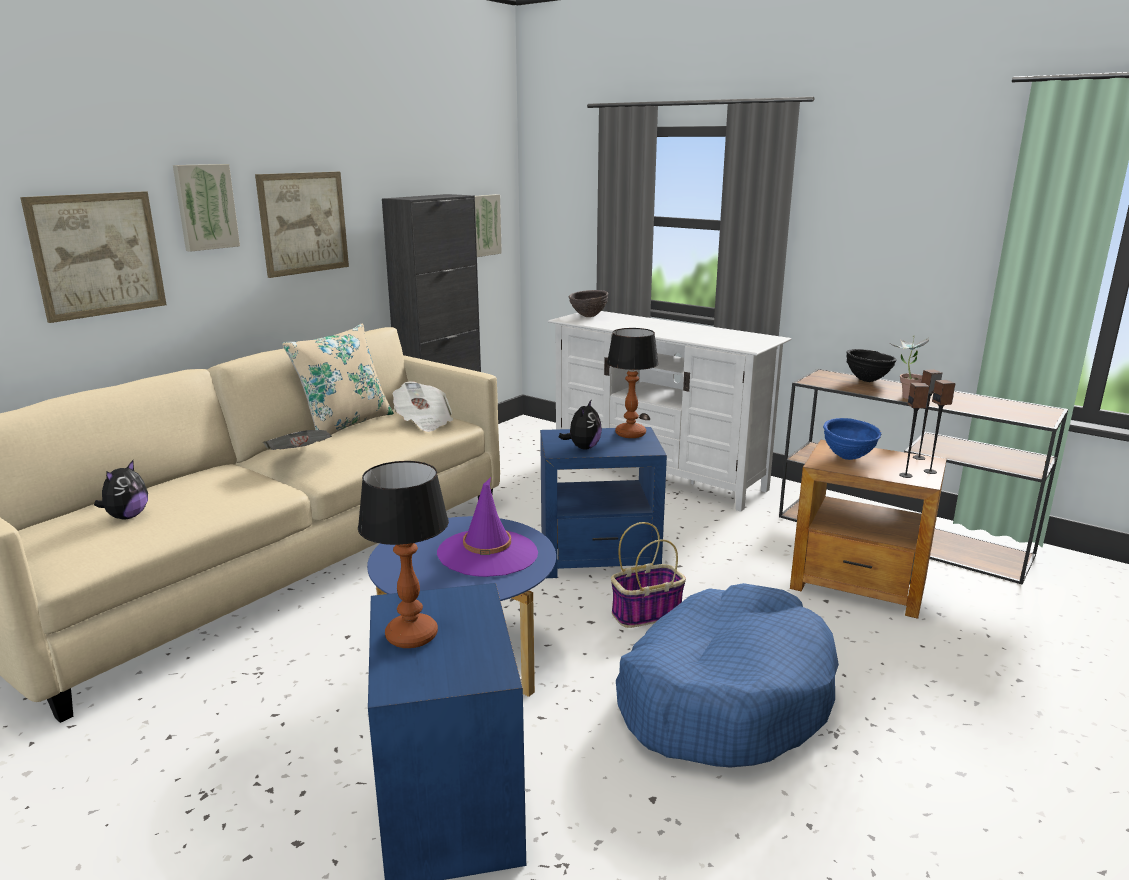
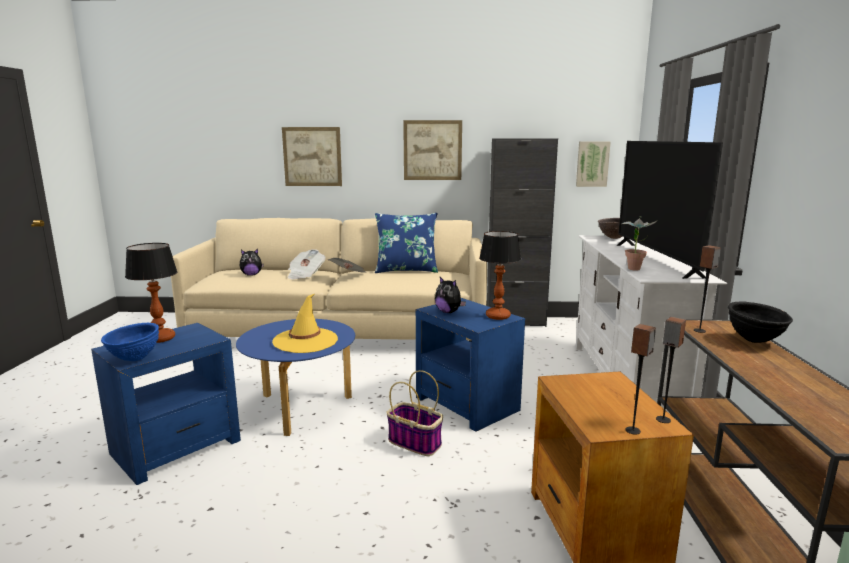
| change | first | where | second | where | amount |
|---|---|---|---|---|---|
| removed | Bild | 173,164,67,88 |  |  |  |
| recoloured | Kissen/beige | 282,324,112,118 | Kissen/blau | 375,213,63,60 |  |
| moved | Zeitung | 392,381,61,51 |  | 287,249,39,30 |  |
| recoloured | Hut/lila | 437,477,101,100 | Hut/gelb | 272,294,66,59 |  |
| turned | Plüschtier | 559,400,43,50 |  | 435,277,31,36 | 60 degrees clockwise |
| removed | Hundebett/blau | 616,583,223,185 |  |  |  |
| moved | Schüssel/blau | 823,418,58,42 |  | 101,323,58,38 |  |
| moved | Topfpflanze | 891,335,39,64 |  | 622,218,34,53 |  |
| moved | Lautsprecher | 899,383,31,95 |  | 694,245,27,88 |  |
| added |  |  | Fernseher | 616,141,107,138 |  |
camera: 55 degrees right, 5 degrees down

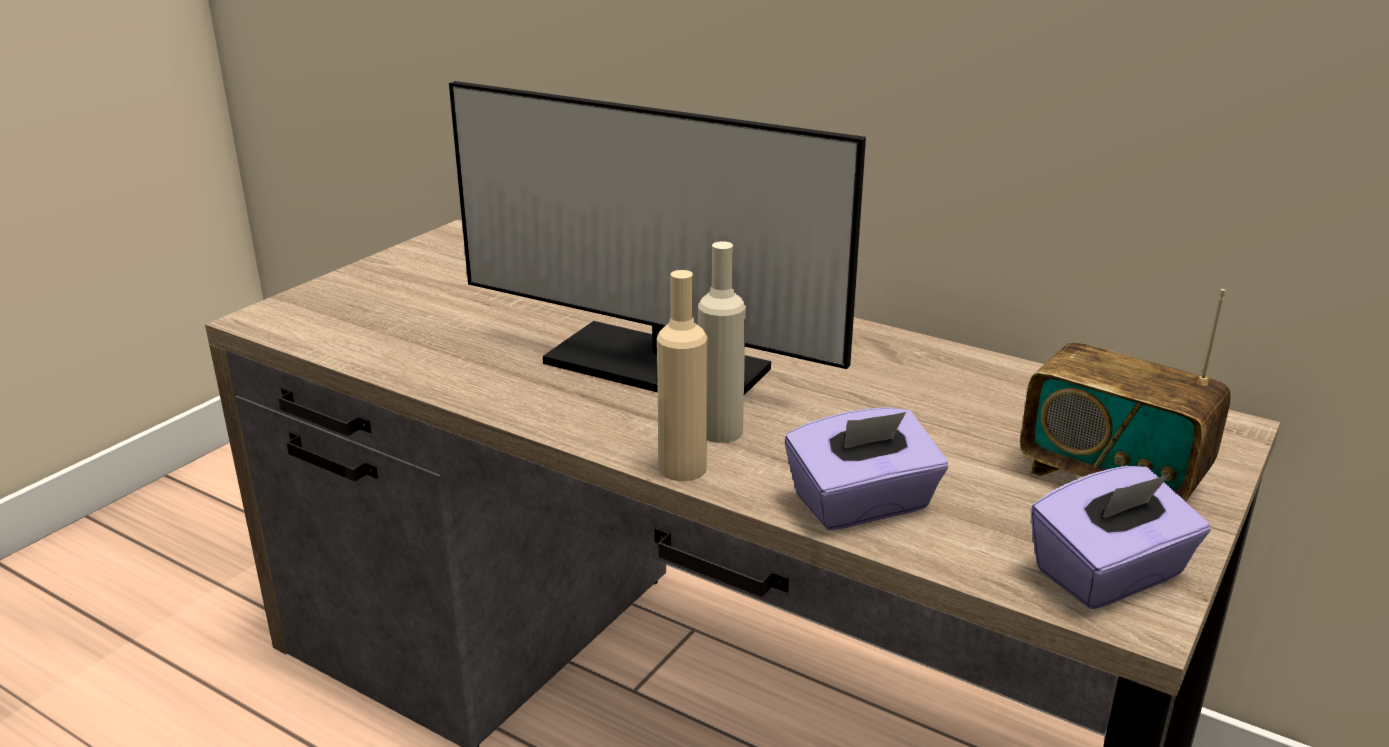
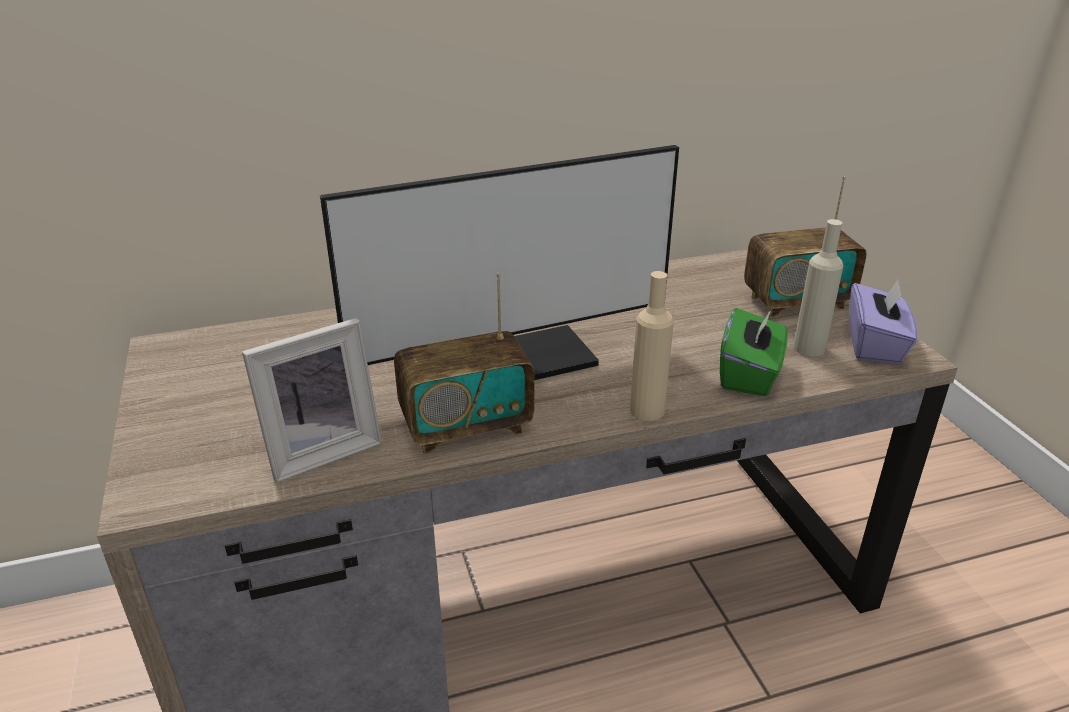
| change | first | where | second | where | amount |
|---|---|---|---|---|---|
| moved | Flasche/beige | 698,241,48,202 |  | 793,219,51,137 |  |
| recoloured | Taschentuchbox/lila | 785,407,163,123 | Taschentuchbox/grün | 720,308,68,88 |  |
| added |  |  | Bilderrahmen | 242,318,140,164 |  |
| added |  |  | Radio | 394,273,140,181 |  |
camera: 50 degrees left, 5 degrees up

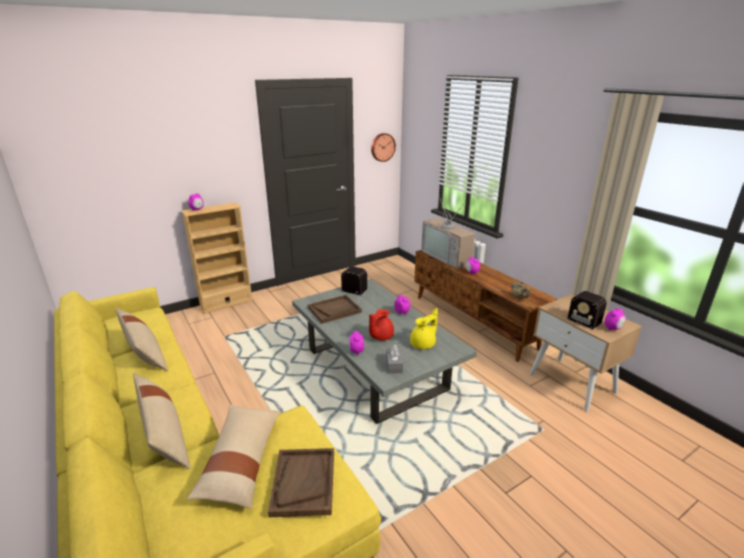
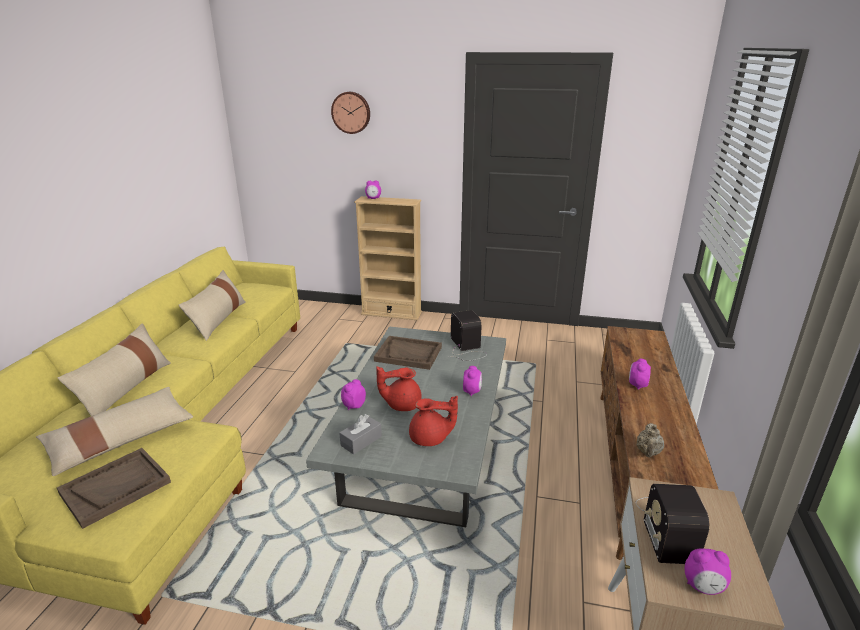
| change | first | where | second | where | amount |
|---|---|---|---|---|---|
| moved | Wanduhr | 371,133,25,29 |  | 331,92,39,42 |  |
| recoloured | Teekanne/gelb | 410,308,28,41 | Teekanne/rot | 409,396,49,50 |  |
| removed | Fernseher | 421,199,54,71 |  |  |  |
camera: 45 degrees right, 0 degrees up

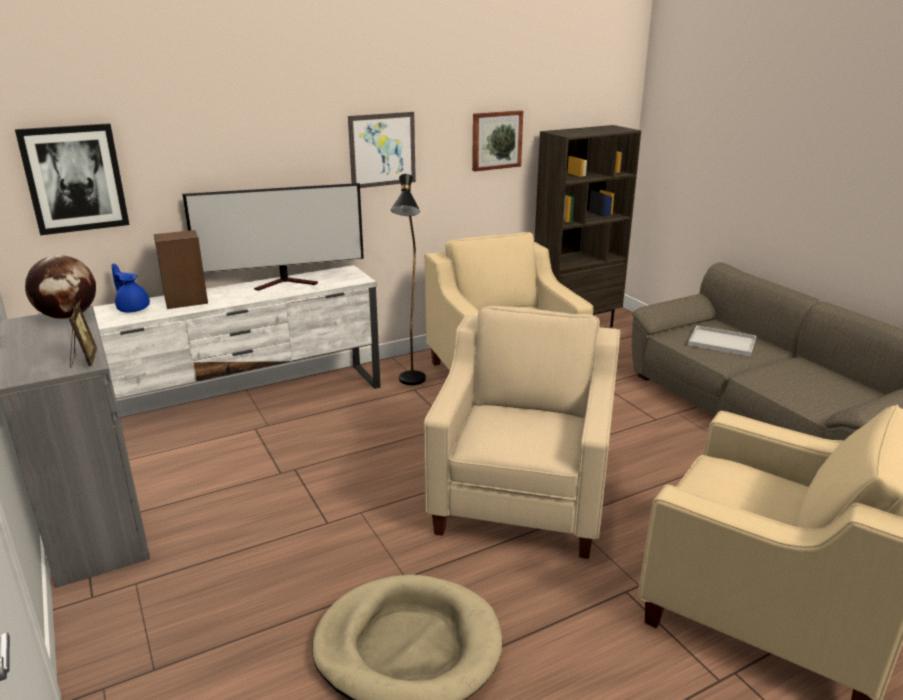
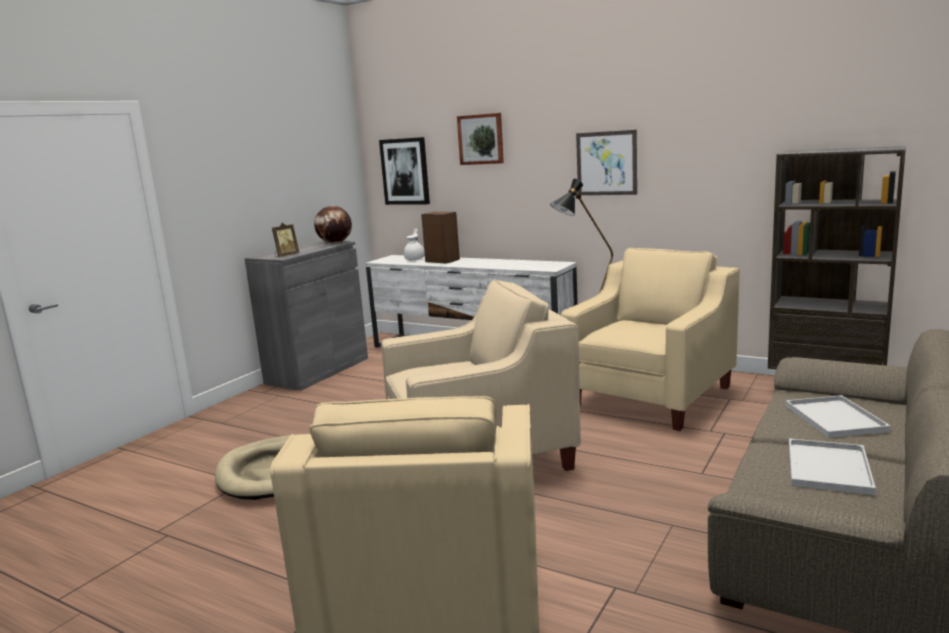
| change | first | where | second | where | amount |
|---|---|---|---|---|---|
| recoloured | Teekanne/blau | 112,264,38,48 | Teekanne/weiß | 404,228,21,32 |  |
| removed | Fernseher | 183,183,181,108 |  |  |  |
| moved | Bild | 472,110,51,61 |  | 457,113,47,52 |  |
| added |  |  | Tablett/weiß | 789,438,87,57 |  |
camera: 60 degrees right, 10 degrees down

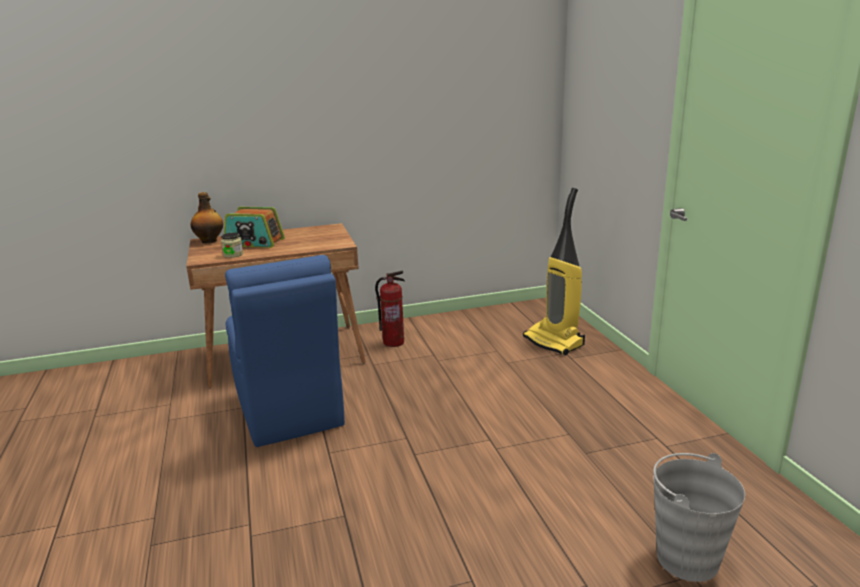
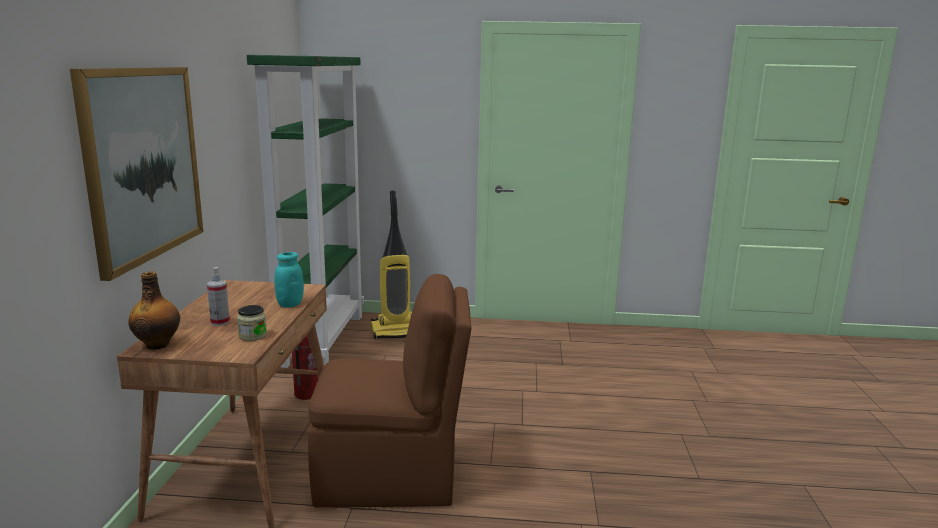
| change | first | where | second | where | amount |
|---|---|---|---|---|---|
| replaced | Radio | 224,207,61,41 | Sprühflasche | 207,267,23,59 |  |
| recoloured | Stuhl/blau | 225,255,120,192 | Stuhl/braun | 308,274,163,234 |  |
| removed | Eimer/grau | 653,453,92,129 |  |  |  |
| added |  |  | Bild | 70,67,133,214 |  |
| added |  |  | Bücherregal/grün | 247,55,117,313 |  |
| added |  |  | Vorratsglas/türkis | 274,252,30,56 |  |
camera: 70 degrees left, 5 degrees down

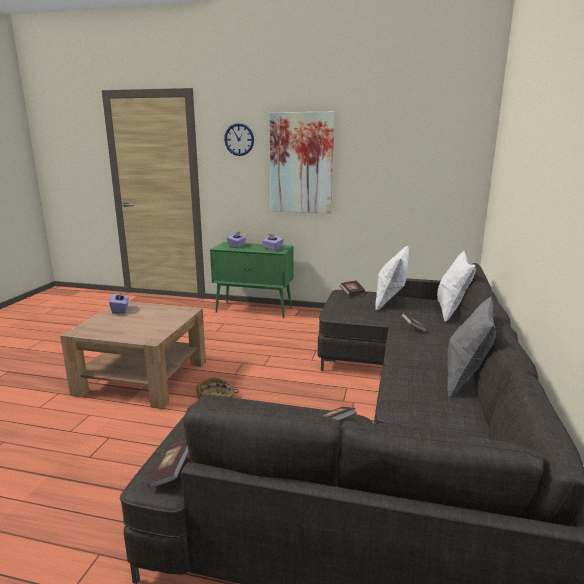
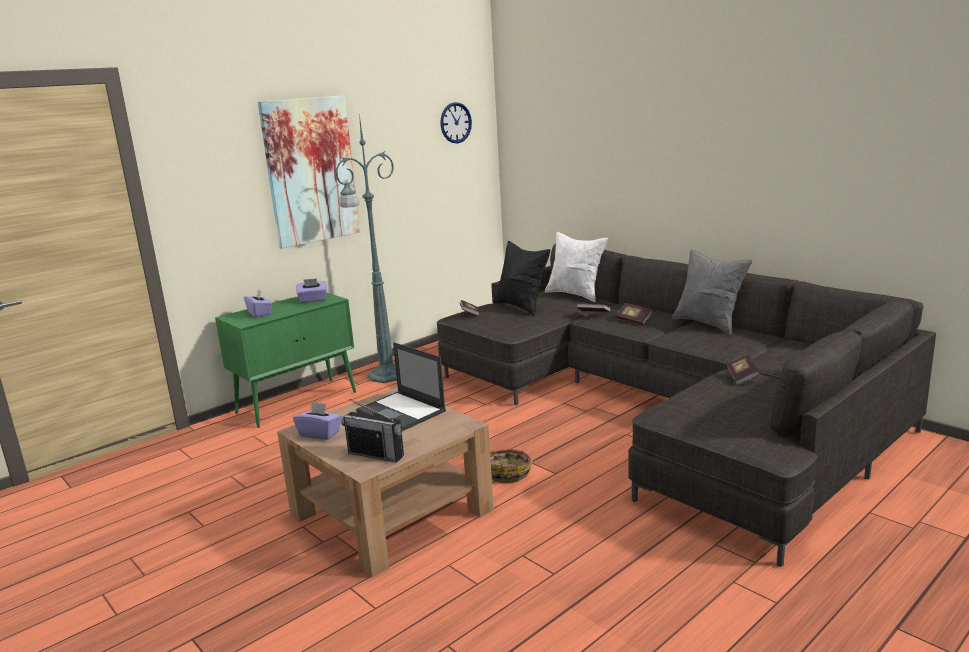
| change | first | where | second | where | amount |
|---|---|---|---|---|---|
| moved | Buch | 148,441,41,47 |  | 616,303,36,22 |  |
| moved | Wanduhr | 224,123,30,33 |  | 440,102,32,41 |  |
| recoloured | Kissen/weiß | 376,246,33,64 | Kissen/schwarz | 494,241,56,75 |  |
| added |  |  | Stehlampe/grün | 335,114,62,269 |  |
| added |  |  | Radio | 341,399,63,64 |  |
| added |  |  | Laptop | 356,342,90,89 |  |
camera: 55 degrees left, 0 degrees up

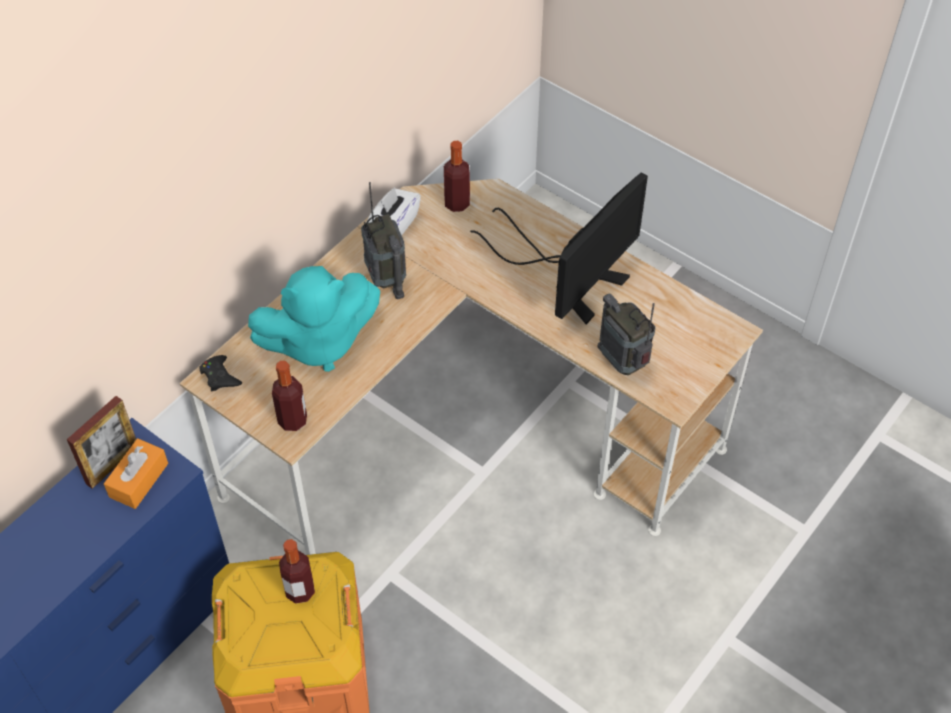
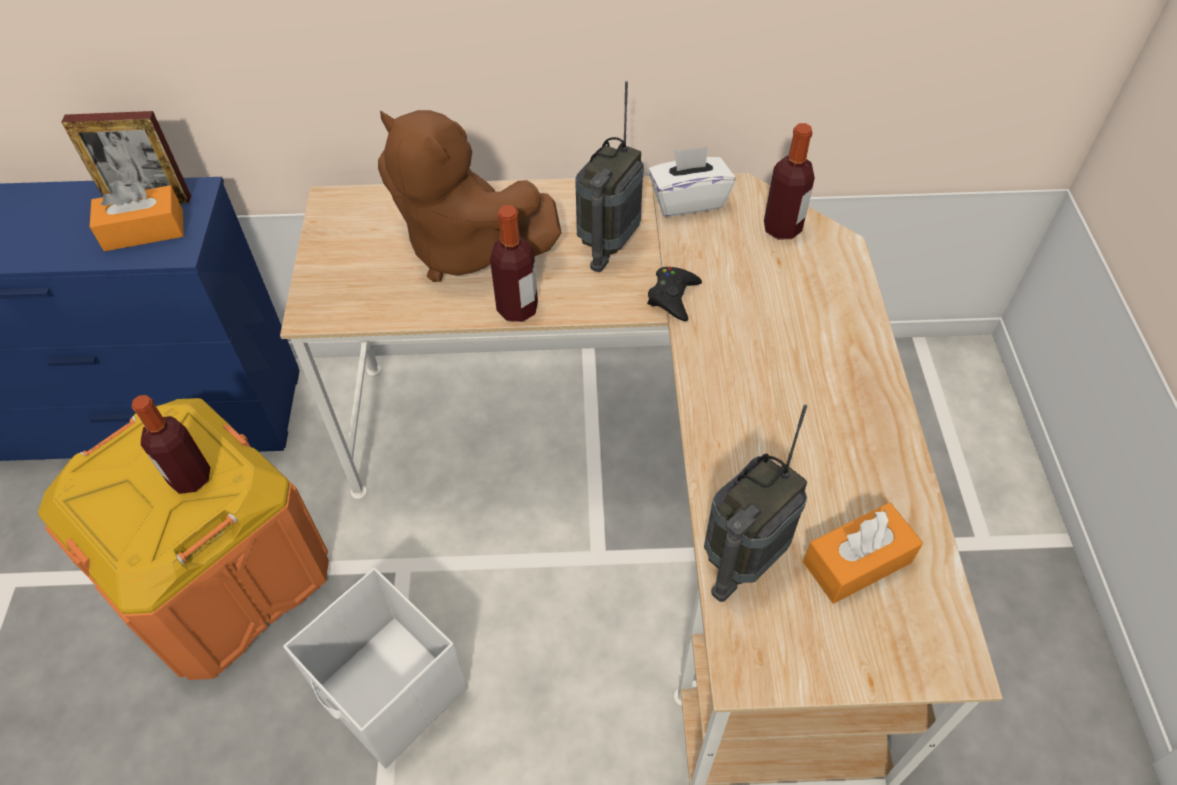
| change | first | where | second | where | amount |
|---|---|---|---|---|---|
| moved | Gamepad/schwarz | 199,355,43,37 |  | 647,267,55,54 |  |
| recoloured | Plüschtier/türkis | 248,266,132,106 | Plüschtier/braun | 378,110,184,172 |  |
| moved | Flasche | 272,361,35,70 |  | 490,205,48,117 |  |
| removed | Monitor | 470,173,178,151 |  |  |  |
| turned | Radio | 597,293,58,82 |  | 704,404,103,198 | 150 degrees counterclockwise |
| added |  |  | Aufbewahrungsbox/weiß | 283,568,184,200 |  |
| added |  |  | Taschentuchbox/orange | 803,503,120,101 |  |
camera: 50 degrees right, 0 degrees up

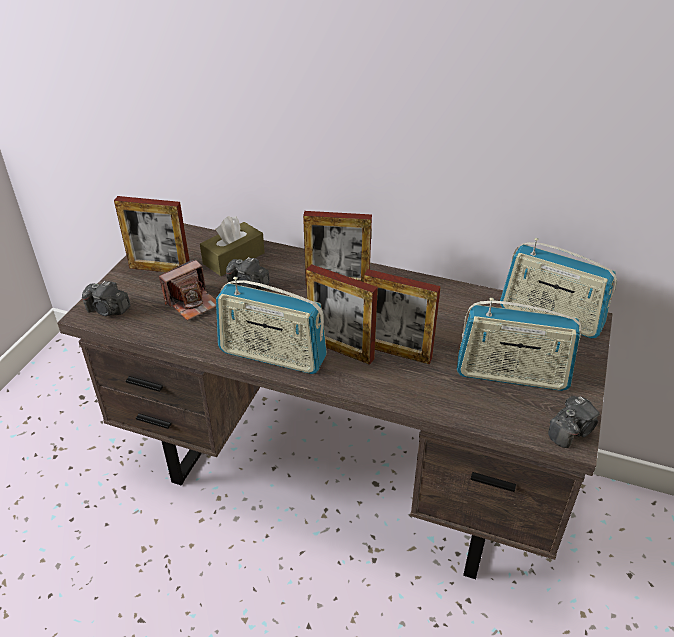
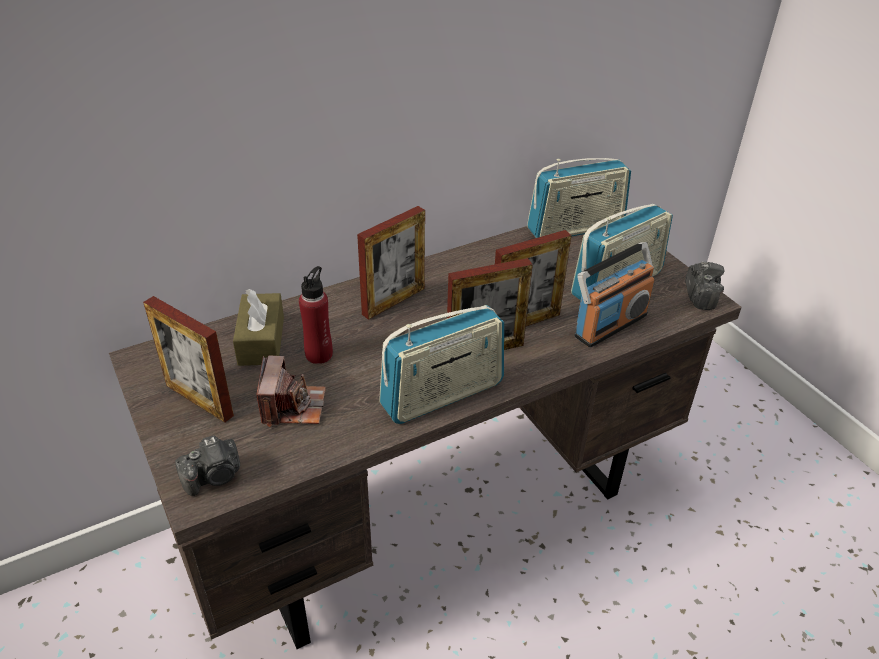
| change | first | where | second | where | amount |
|---|---|---|---|---|---|
| turned | Bilderrahmen | 114,196,76,76 |  | 143,296,91,127 | 75 degrees clockwise |
| replaced | Kamera | 226,257,44,33 | Flasche/rot | 299,266,34,98 |  |
| added |  |  | Radio | 575,242,79,106 |  |
camera: 50 degrees left, 0 degrees up

